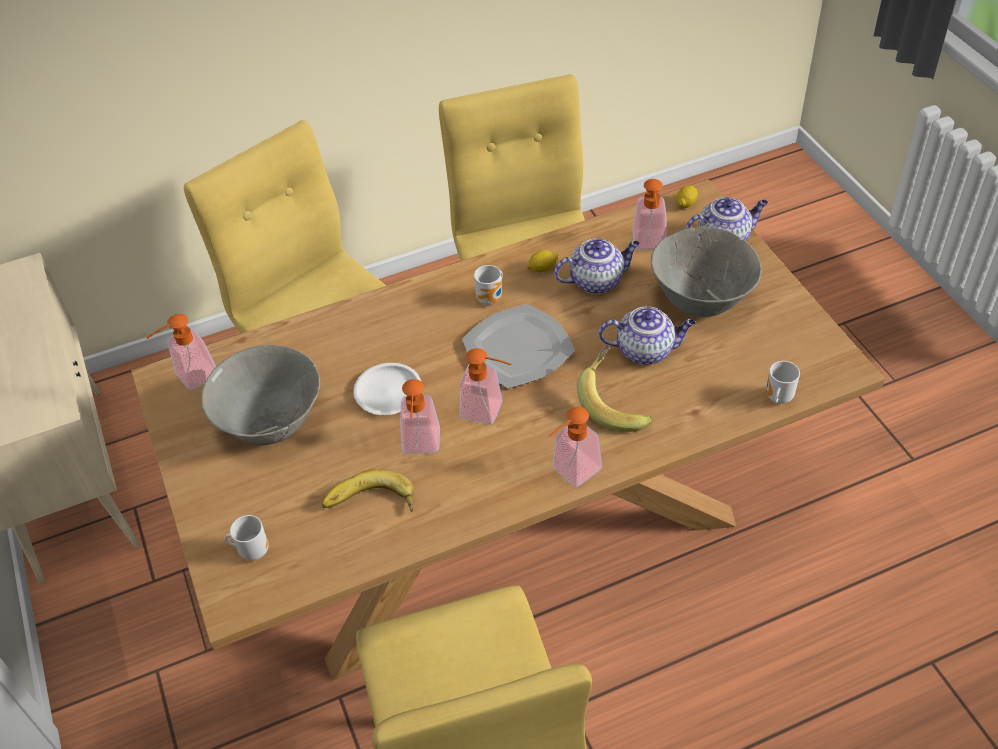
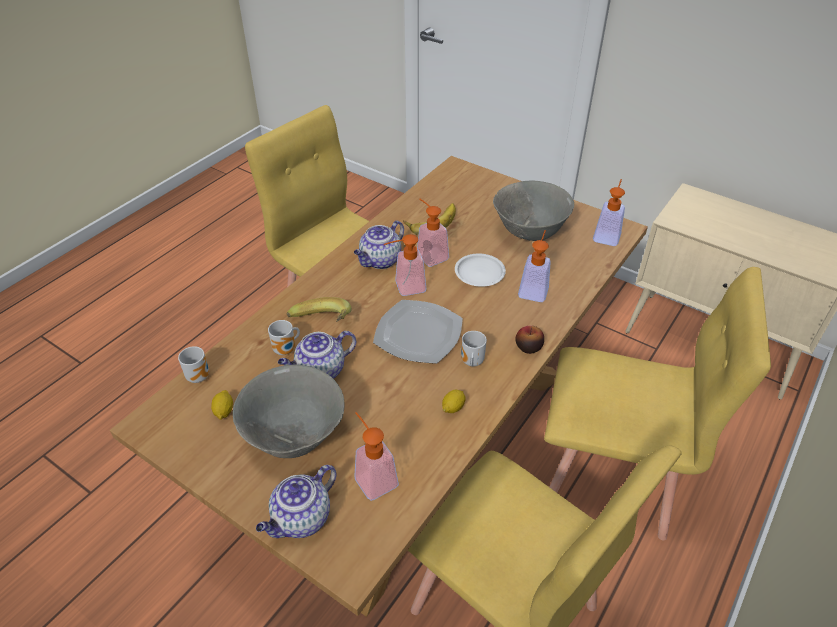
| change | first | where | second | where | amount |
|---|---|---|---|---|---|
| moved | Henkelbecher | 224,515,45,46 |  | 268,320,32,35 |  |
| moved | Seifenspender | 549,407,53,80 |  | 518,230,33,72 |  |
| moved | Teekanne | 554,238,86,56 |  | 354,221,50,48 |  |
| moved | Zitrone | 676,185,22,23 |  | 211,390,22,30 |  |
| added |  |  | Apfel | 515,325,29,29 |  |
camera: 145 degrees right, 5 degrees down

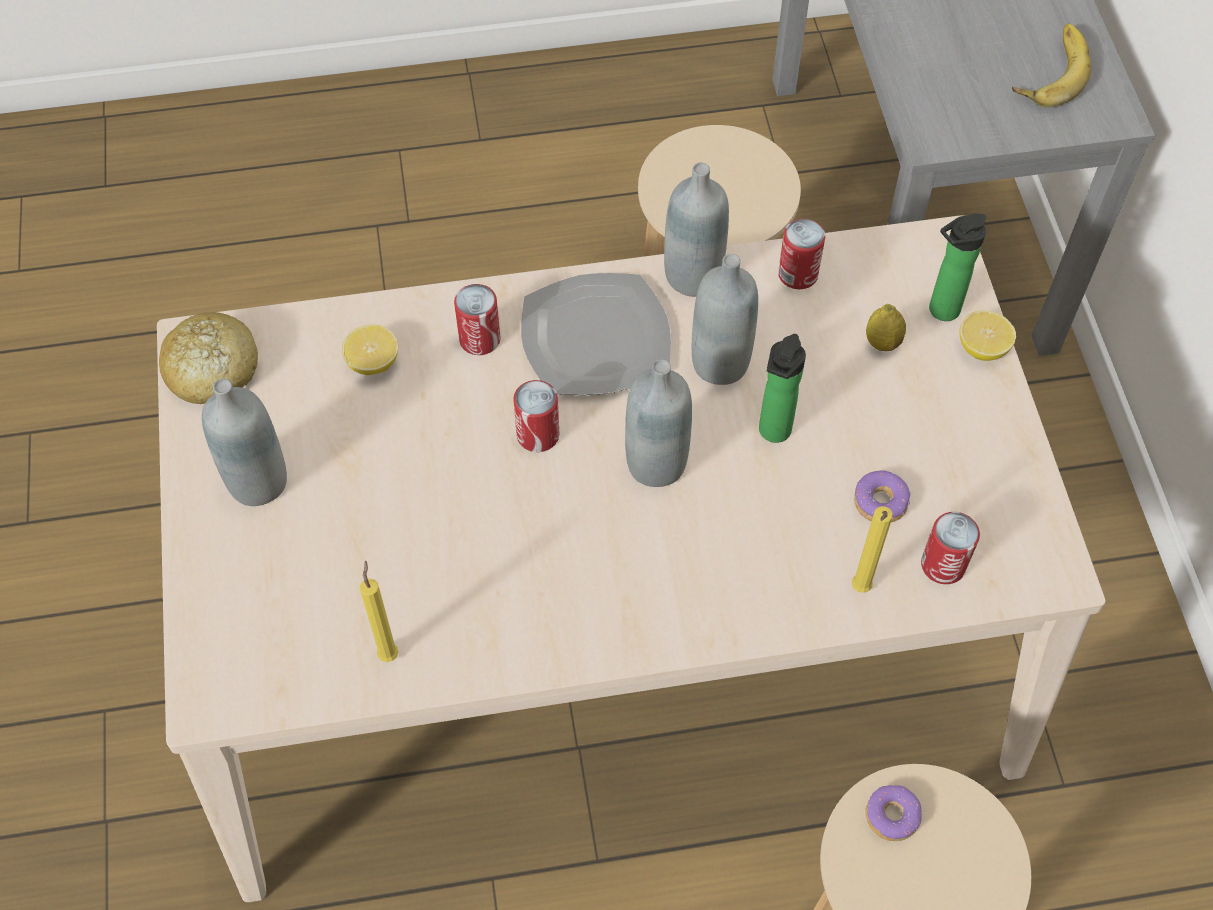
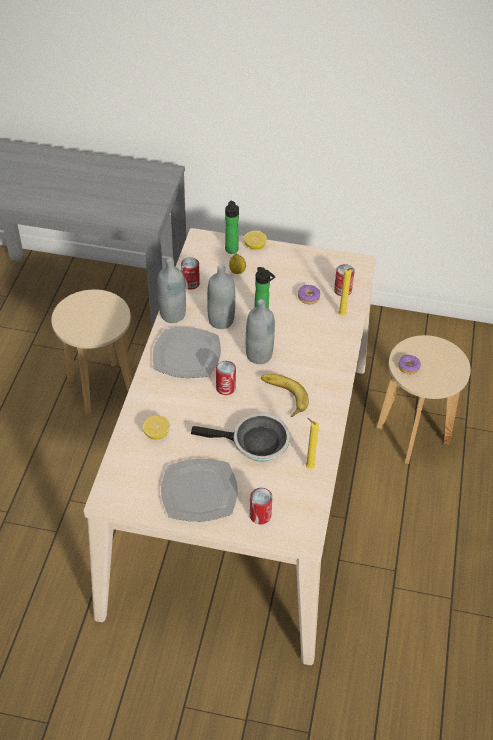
| change | first | where | second | where | amount |
|---|---|---|---|---|---|
| removed | Brot | 159,312,99,92 |  |  |  |
| replaced | Flasche/grau | 202,379,85,127 | Teller | 161,458,77,64 |  |
| moved | Dose | 454,284,47,71 |  | 250,488,23,36 |  |
| moved | Banane | 1012,23,79,85 |  | 261,374,48,43 |  |
| added |  |  | Pfanne | 191,414,99,47 |  |
camera: 70 degrees left, 10 degrees down

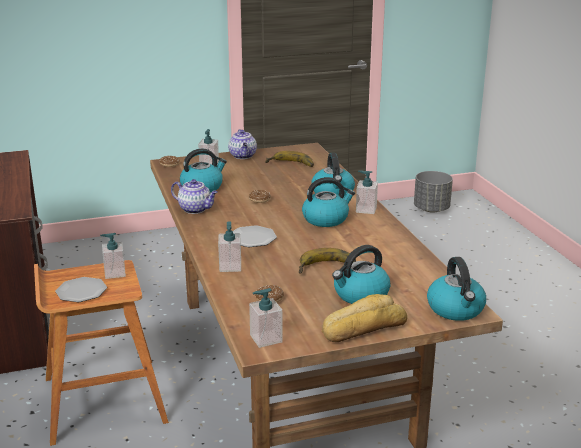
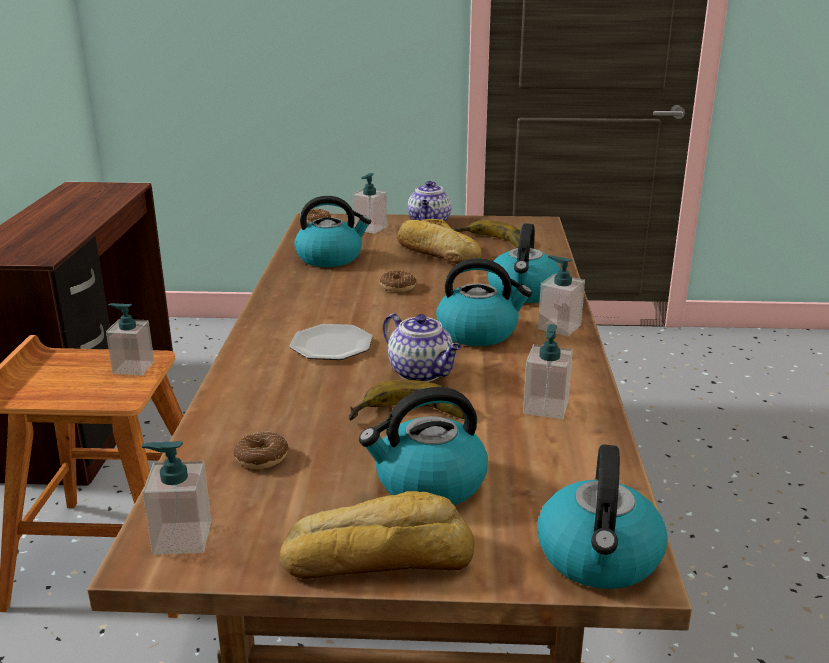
| change | first | where | second | where | amount |
|---|---|---|---|---|---|
| removed | Teller | 55,277,52,25 |  |  |  |
| moved | Teekanne | 171,179,47,35 |  | 383,313,78,69 |  |
| moved | Seifenspender | 218,221,23,51 |  | 523,324,50,95 |  |
| removed | Pflanzkübel/grau | 414,171,39,42 |  |  |  |
| added |  |  | Brot | 397,219,85,45 |  |
camera: 20 degrees right, 0 degrees up

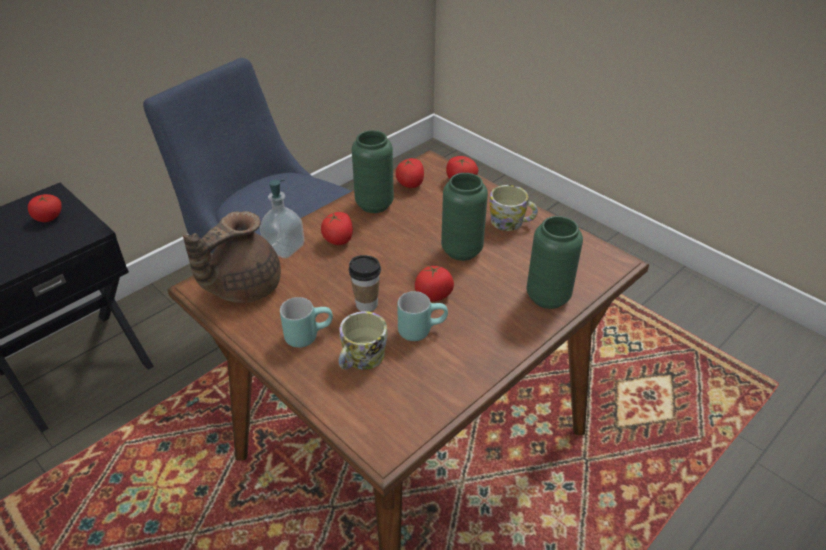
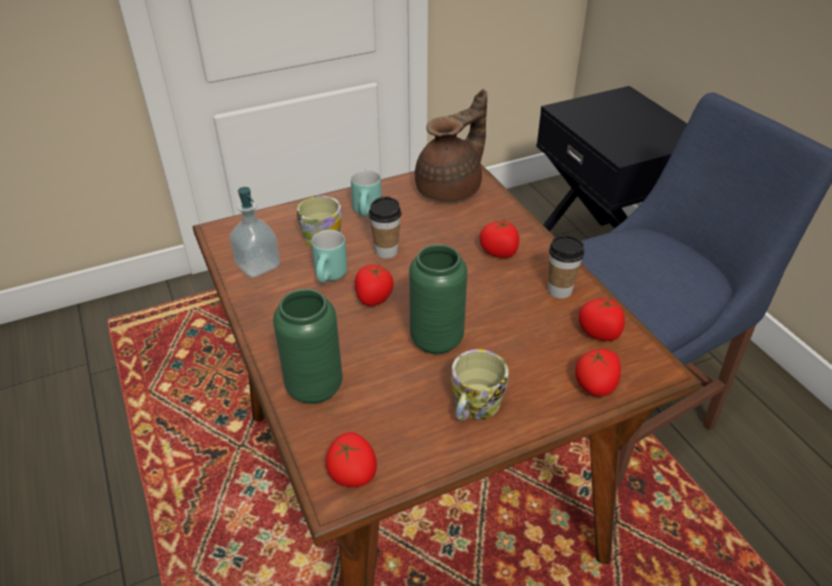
| change | first | where | second | where | amount |
|---|---|---|---|---|---|
| moved | Tomate | 28,194,34,28 |  | 326,432,51,55 |  |
| turned | Teekanne/braun | 183,211,98,92 |  | 415,89,72,112 | 75 degrees clockwise |
| moved | Seifenspender | 260,179,44,80 |  | 229,187,51,91 |  |
| replaced | Vase/grün | 352,130,42,83 | Tasse | 548,235,36,64 |  |
camera: 110 degrees right, 0 degrees up

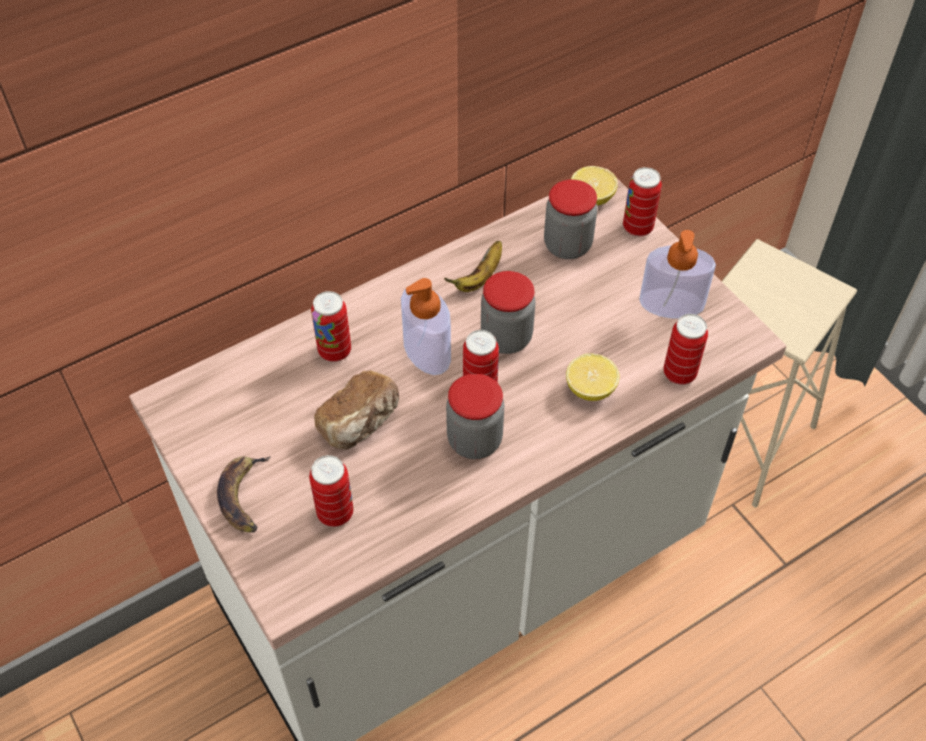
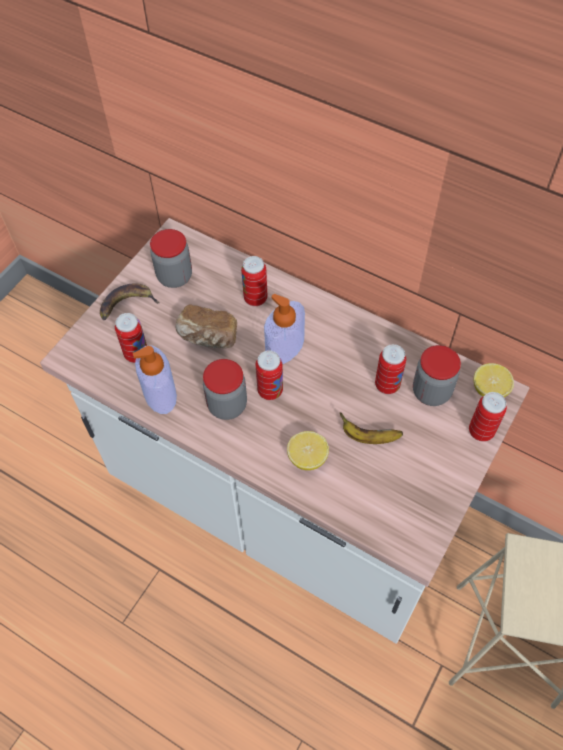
| change | first | where | second | where | amount |
|---|---|---|---|---|---|
| moved | Banane | 444,241,58,51 |  | 339,412,64,32 |  |
| moved | Vorratsglas | 481,271,54,83 |  | 150,229,42,59 |  |
| moved | Seifenspender | 639,230,77,89 |  | 133,346,44,68 |  |
| moved | Dose | 663,314,45,71 |  | 375,344,31,50 |  |
camera: 65 degrees right, 5 degrees up

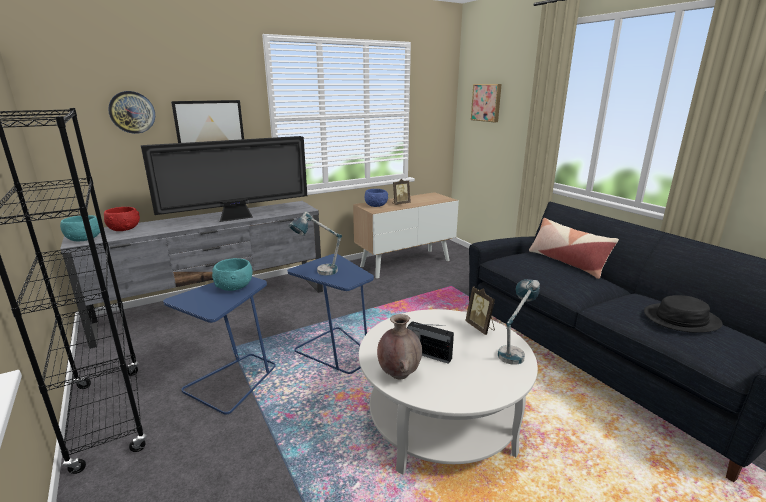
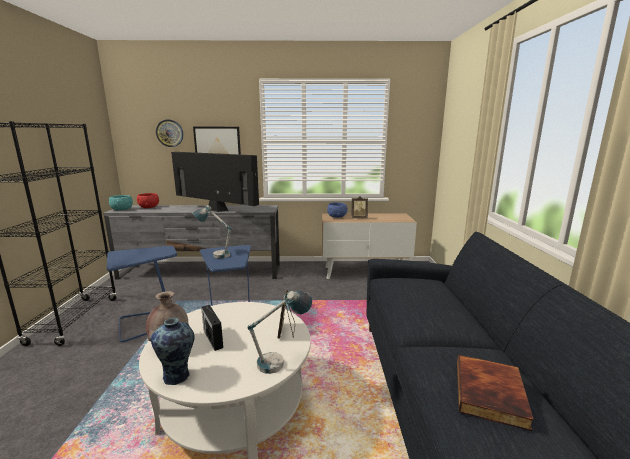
| change | first | where | second | where | amount |
|---|---|---|---|---|---|
| turned | Fernseher | 141,136,166,86 |  | 171,152,88,60 | 150 degrees counterclockwise |
| removed | Schüssel/türkis | 212,258,40,33 |  |  |  |
| removed | Bild | 471,84,31,38 |  |  |  |
| removed | Kissen | 529,218,90,61 |  |  |  |
| replaced | Hut/schwarz | 644,295,79,38 | Buch | 457,355,77,76 |  |
| added |  |  | Vase | 151,318,44,67 |  |
camera: 30 degrees right, 5 degrees down

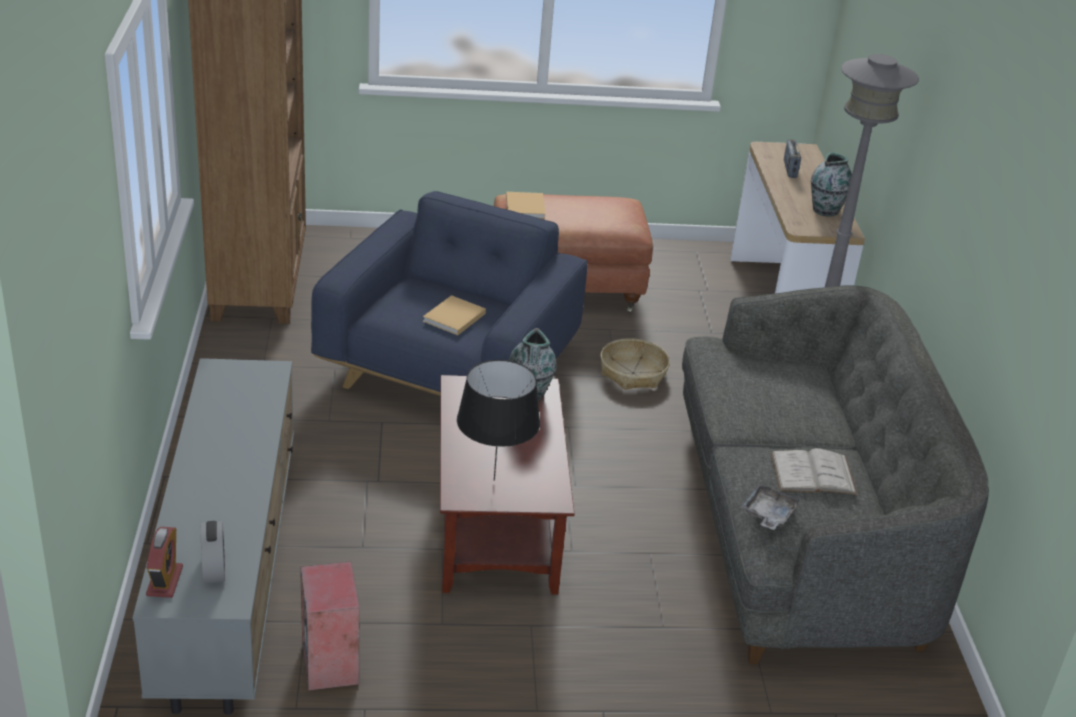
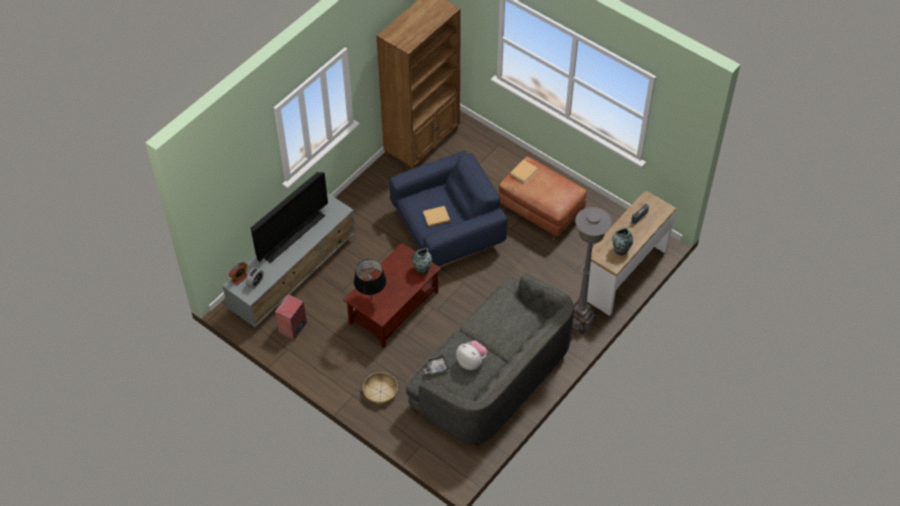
| change | first | where | second | where | amount |
|---|---|---|---|---|---|
| moved | Korb | 600,338,70,52 |  | 363,372,35,34 |  |
| replaced | Buch/weiß | 770,448,88,47 | Plüschtier | 456,340,32,30 |  |
| added |  |  | Fernseher | 251,172,77,91 |  |
camera: 45 degrees right, 20 degrees up

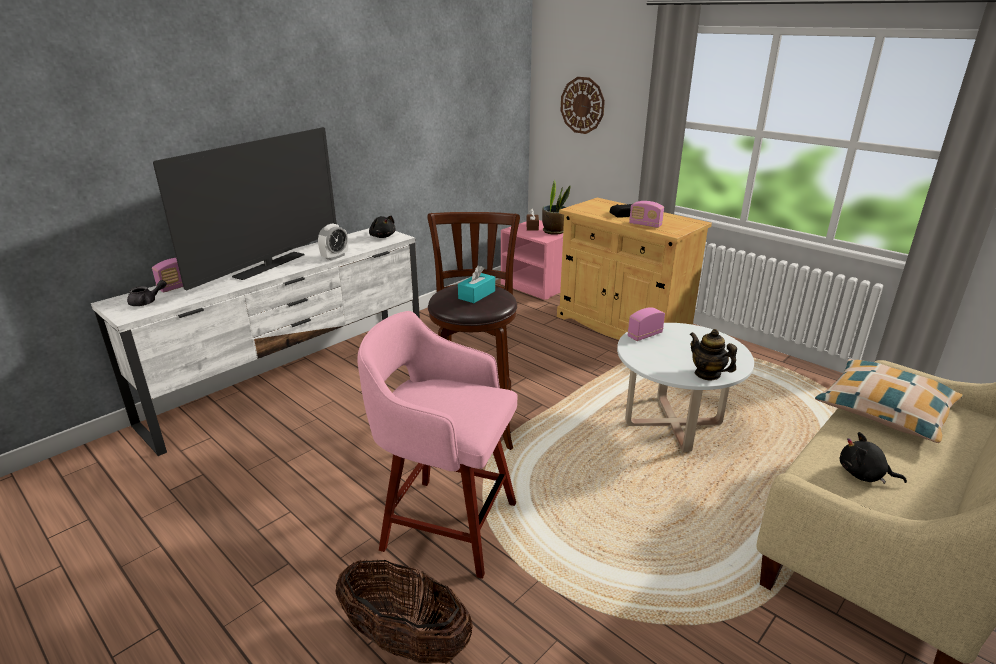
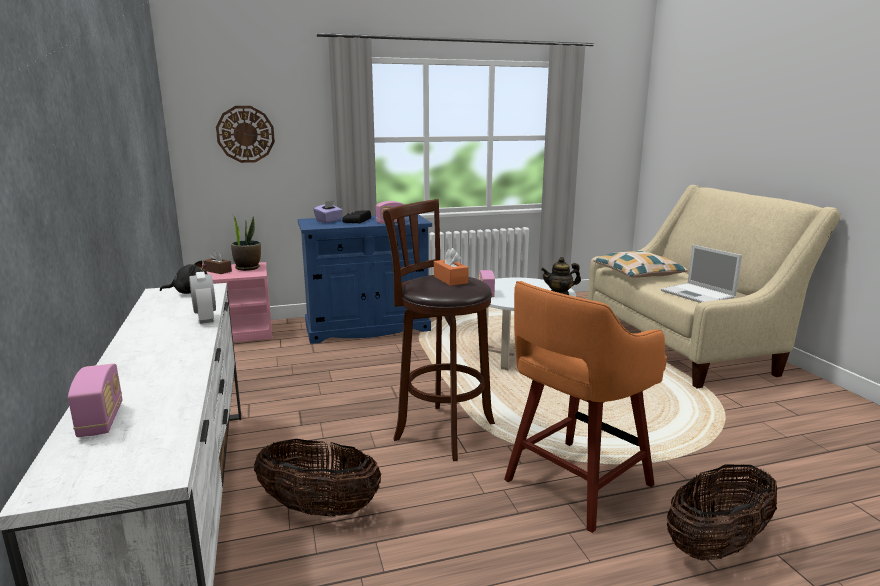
| change | first | where | second | where | amount |
|---|---|---|---|---|---|
| removed | Teekanne/grau | 127,280,40,26 |  |  |  |
| removed | Fernseher | 153,127,184,163 |  |  |  |
| recoloured | Hocker/rosa | 357,311,161,268 | Hocker/orange | 504,281,163,252 |  |
| recoloured | Taschentuchbox/türkis | 458,266,37,37 | Taschentuchbox/orange | 434,248,34,38 |  |
| recoloured | Schrank/beige | 557,198,155,142 | Schrank/blau | 298,214,134,130 |  |
| replaced | Plüschtier/schwarz | 839,432,68,52 | Laptop | 661,245,81,58 |  |
| added |  |  | Korb | 254,439,127,78 |  |
| added |  |  | Taschentuchbox/lila | 313,201,30,22 |  |
camera: 60 degrees left, 10 degrees down

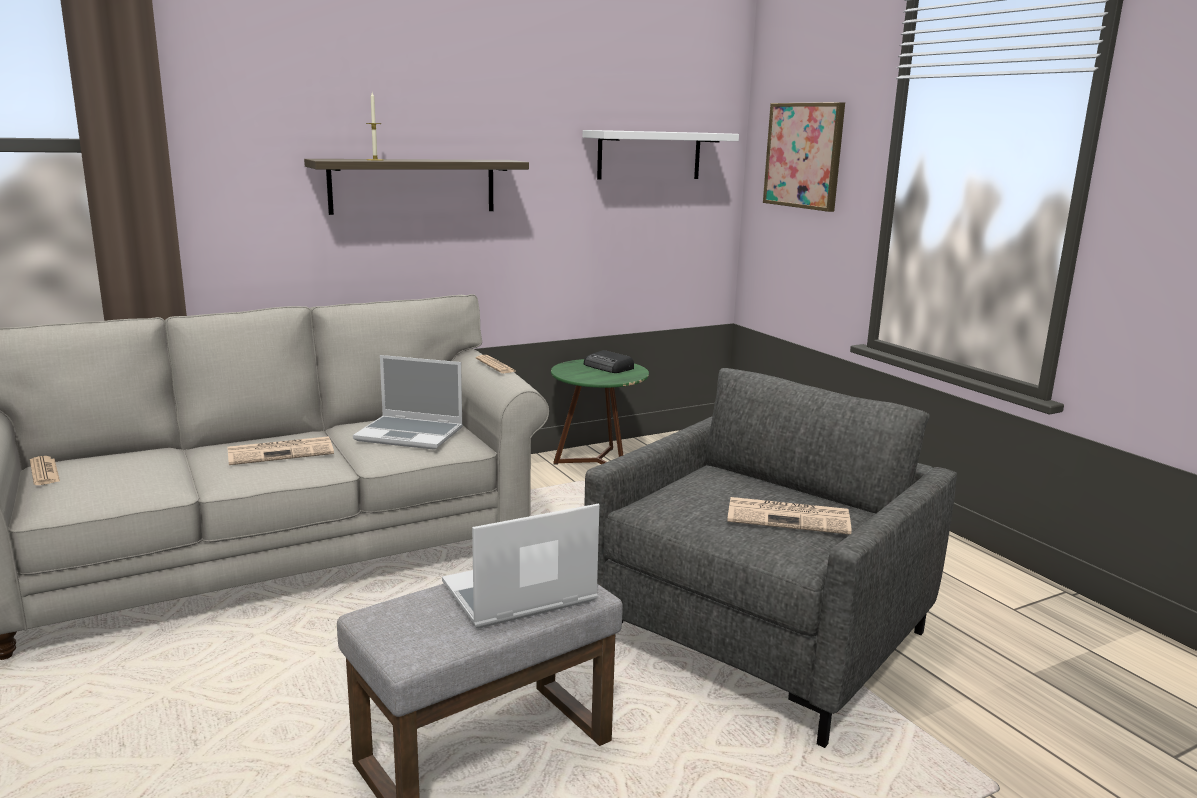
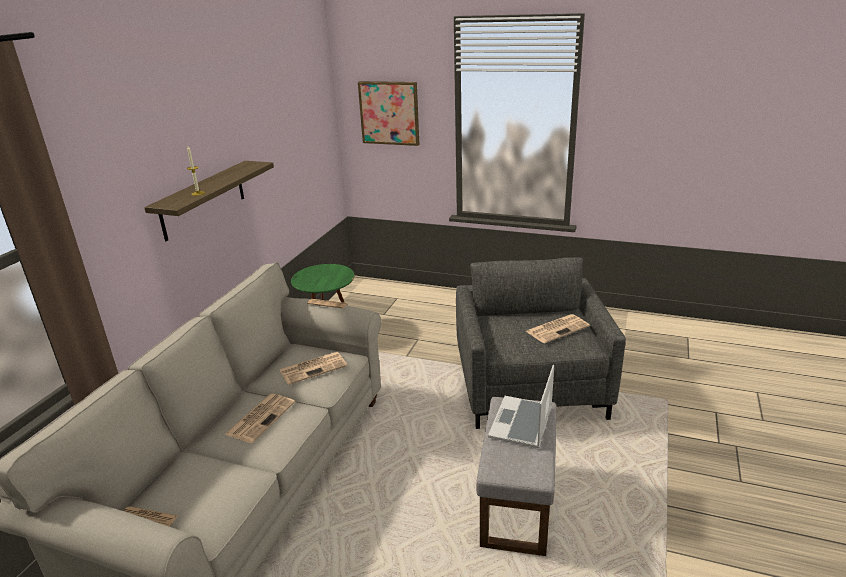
| change | first | where | second | where | amount |
|---|---|---|---|---|---|
| replaced | Laptop | 353,355,110,95 | Zeitung | 280,352,67,33 |  |
| removed | Wandregal/weiß | 583,130,156,50 |  |  |  |
| removed | Radio | 584,350,50,23 |  |  |  |
camera: 40 degrees left, 10 degrees up

